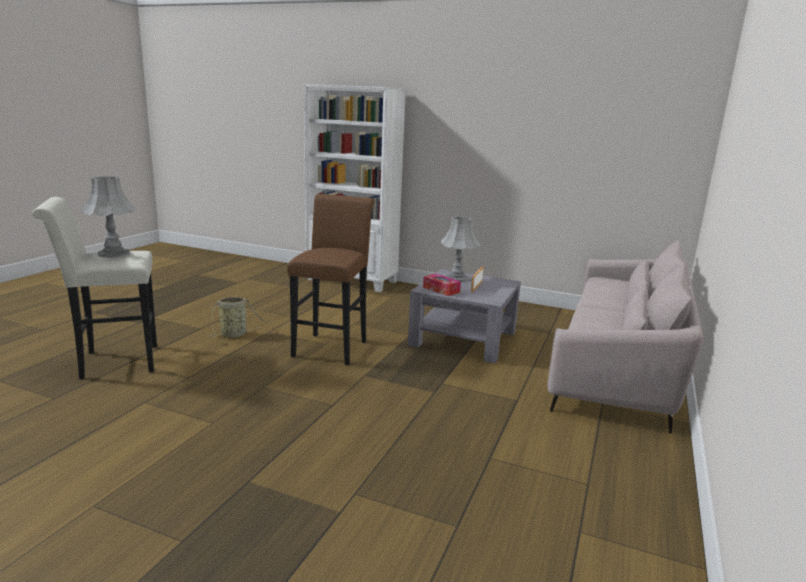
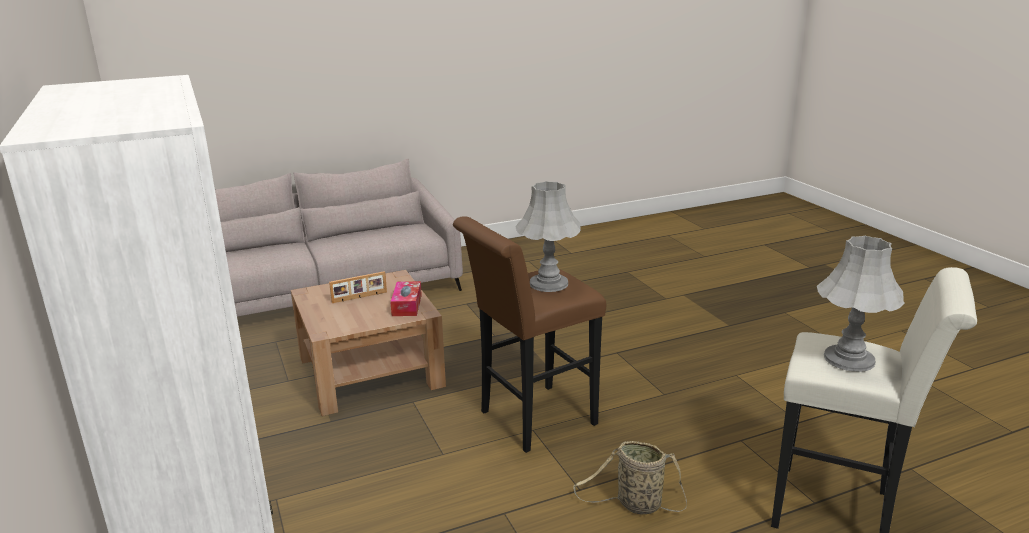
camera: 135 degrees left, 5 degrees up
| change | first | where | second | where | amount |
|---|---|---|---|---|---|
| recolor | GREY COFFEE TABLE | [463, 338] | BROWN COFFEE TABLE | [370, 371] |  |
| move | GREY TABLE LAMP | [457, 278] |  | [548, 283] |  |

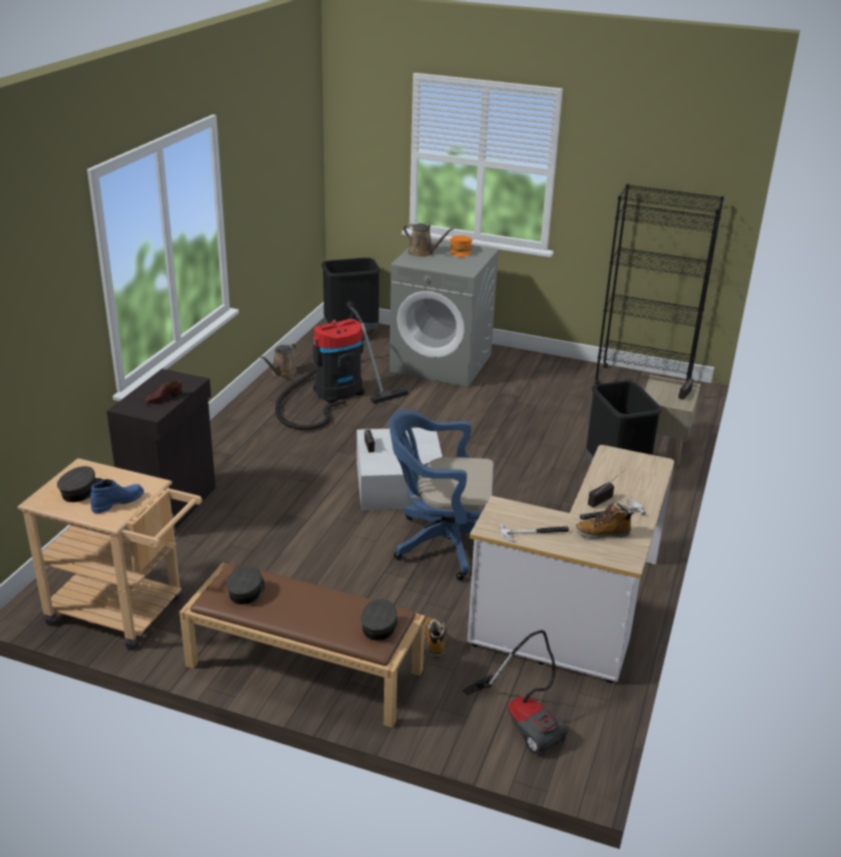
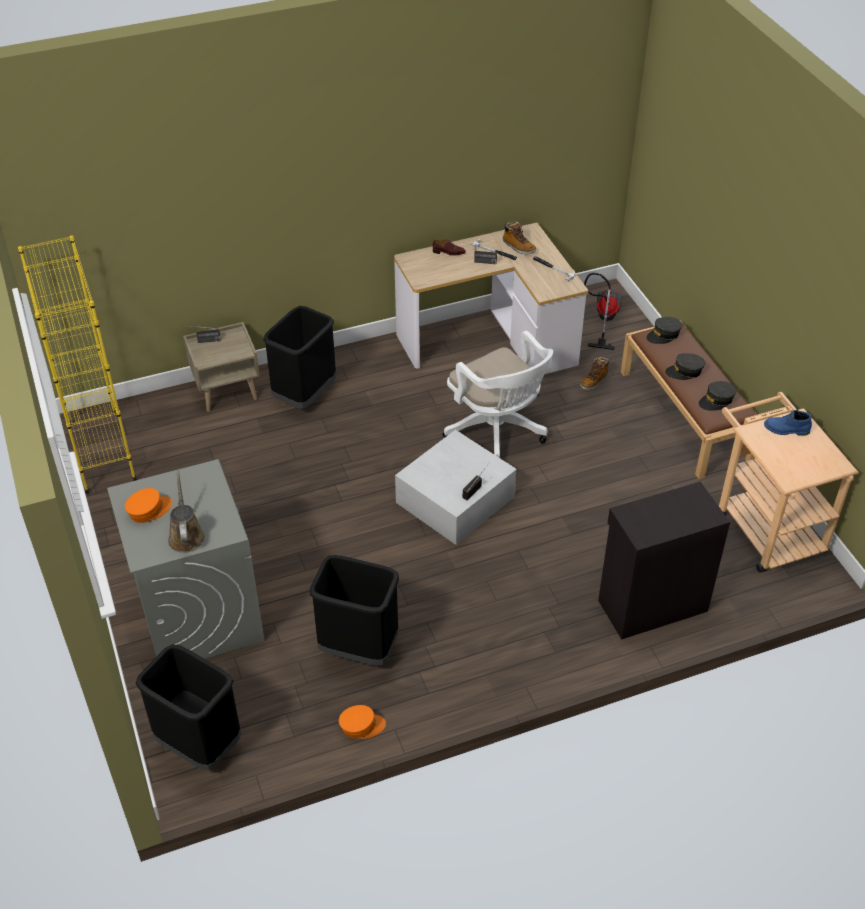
camera: 130 degrees left, 15 degrees up
| change | first | where | second | where | amount |
|---|---|---|---|---|---|
| move | GREY CAP | [82, 491] |  | [684, 371] |  |
| move | BROWN SHOE | [163, 398] |  | [449, 252] |  |
| replace | BROWN WATERING CAN | [282, 373] | ORANGE CAP | [361, 726] |  |
| replace | VACUUM CLEANER | [334, 394] | BLACK TRASH CAN | [358, 648] |  |
| recolor | BLUE OFFICE CHAIR | [442, 543] | WHITE OFFICE CHAIR | [498, 432] |  |
| recolor | BLACK BOOKCASE | [643, 383] | YELLOW BOOKCASE | [101, 452] |  |

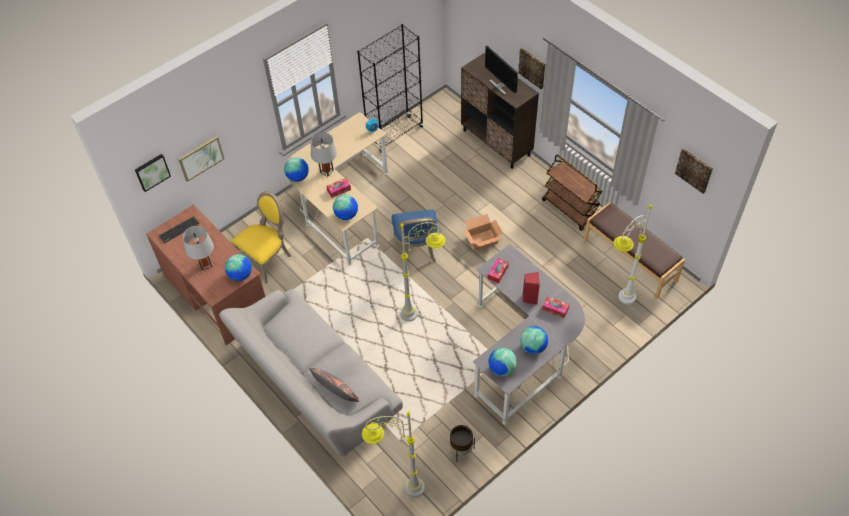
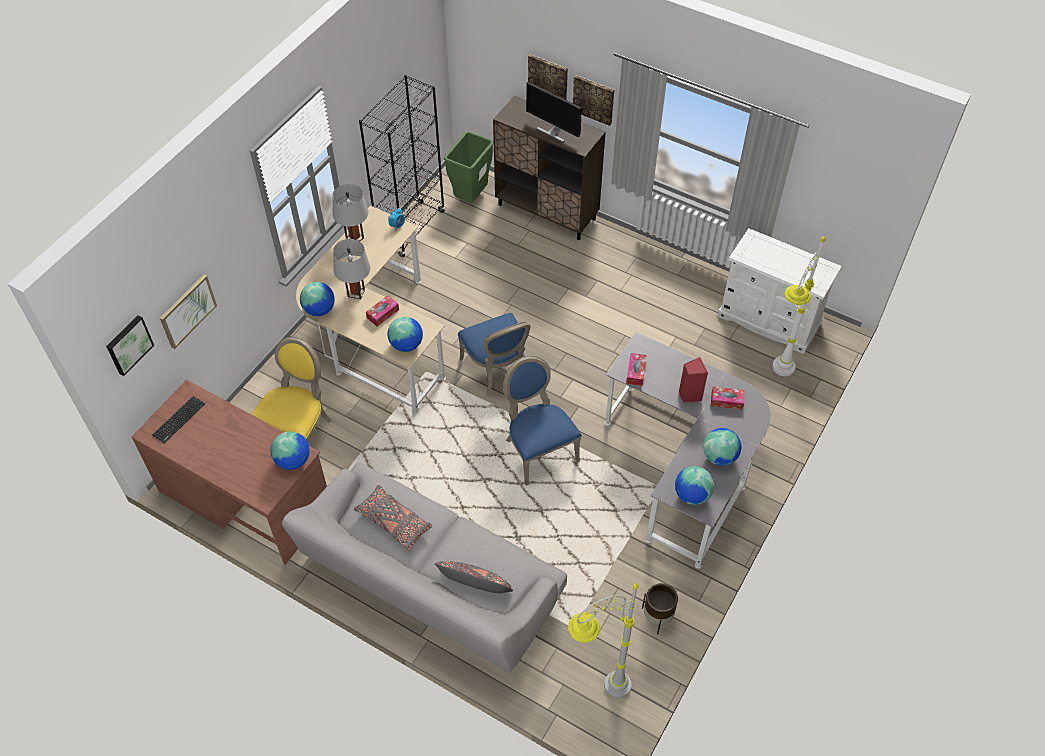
camera: 20 degrees left, 0 degrees up
| change | first | where | second | where | amount |
|---|---|---|---|---|---|
| move | GREY TABLE LAMP | [205, 264] |  | [355, 238] |  |
| replace | GREY FLOOR LAMP | [423, 312] | BLUE CHAIR | [538, 450] |  |
| delete | CARDBOARD BOX | [483, 240] |  |  |  |
| delete | BROWN CART | [570, 209] |  |  |  |
| replace | BROWN BENCH | [630, 260] | WHITE DRESSER | [769, 320] |  |
| move | PICTURE | [694, 169] |  | [548, 78] |  |
| insert |  |  | GREY PILLOW | [394, 522] |  |
| insert |  |  | GREEN TRASH CAN | [471, 197] |  |

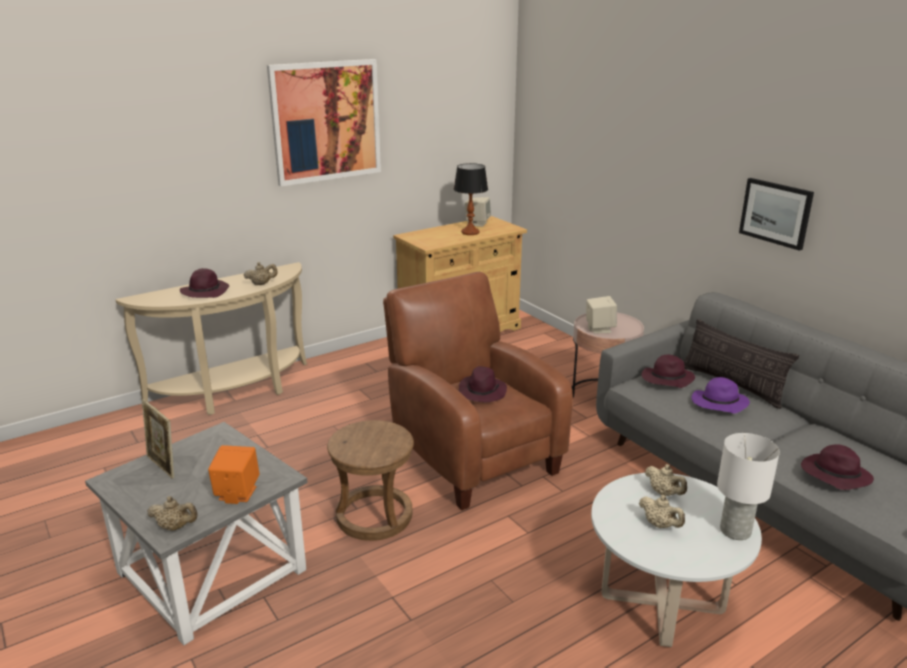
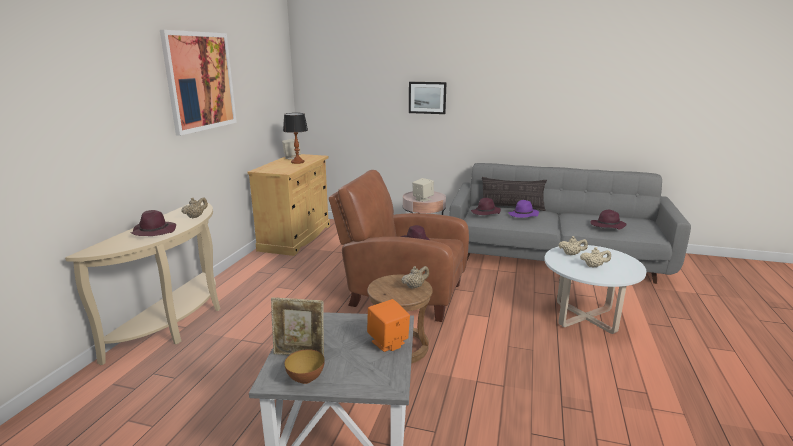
camera: 40 degrees left, 5 degrees down
| change | first | where | second | where | amount |
|---|---|---|---|---|---|
| move | BEIGE TEAPOT | [175, 527] |  | [415, 286] |  |
| delete | WHITE TABLE LAMP | [736, 531] |  |  |  |
| move | PICTURE | [776, 213] |  | [427, 97] |  |
| insert |  |  | BOWL | [306, 379] |  |

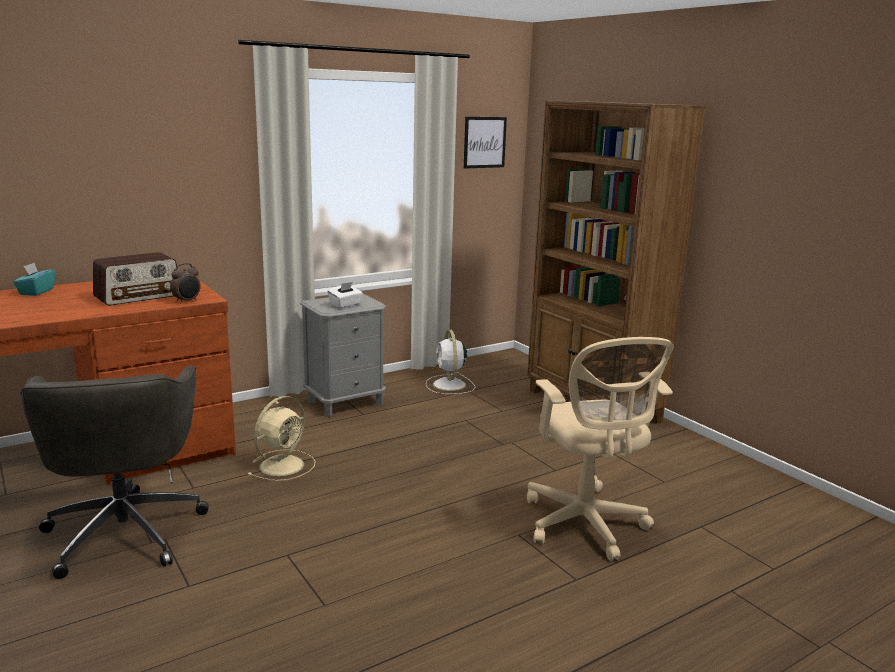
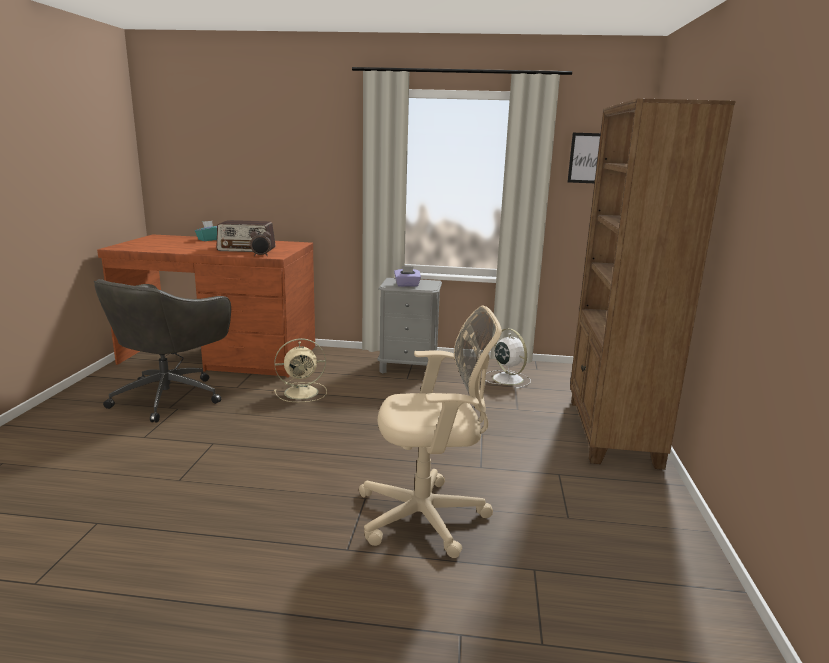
camera: 40 degrees right, 0 degrees up
| change | first | where | second | where | amount |
|---|---|---|---|---|---|
| recolor | WHITE TISSUE BOX | [345, 305] | PURPLE TISSUE BOX | [407, 285] |  |
| rotate | WHITE FAN | [449, 385] |  | [506, 378] | 120 degrees clockwise |
| rotate | BEIGE OFFICE CHAIR | [586, 525] |  | [428, 517] | 120 degrees counterclockwise |

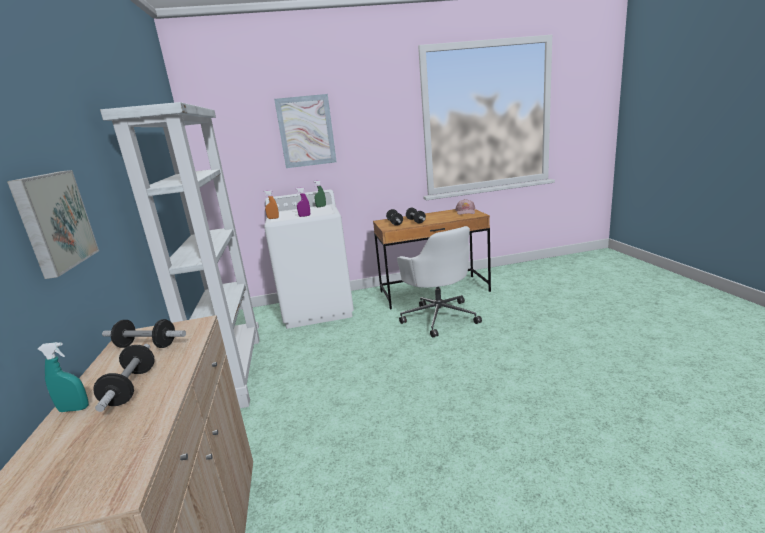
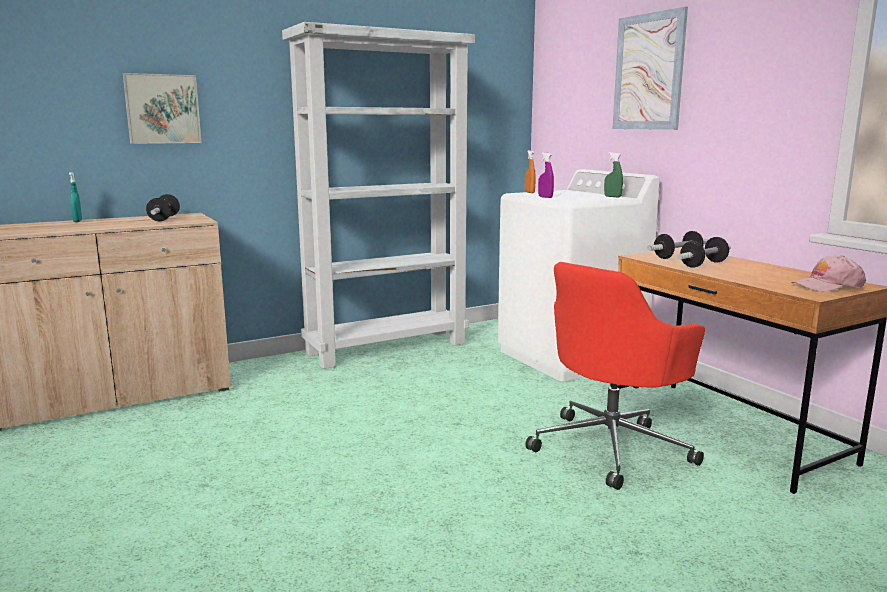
camera: 70 degrees right, 5 degrees down
| change | first | where | second | where | amount |
|---|---|---|---|---|---|
| delete | DUMBBELL | [131, 388] |  |  |  |
| recolor | WHITE OFFICE CHAIR | [439, 317] | RED OFFICE CHAIR | [612, 447] |  |

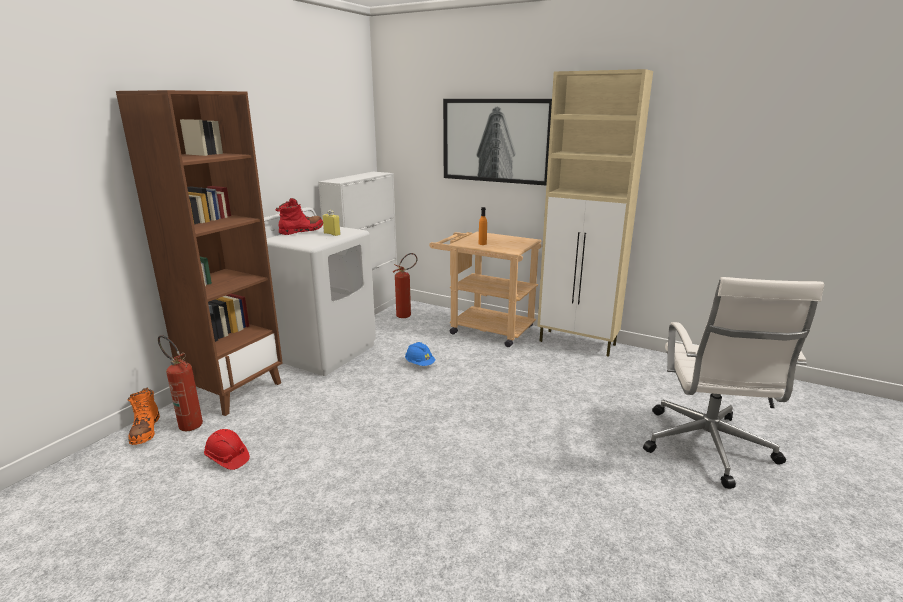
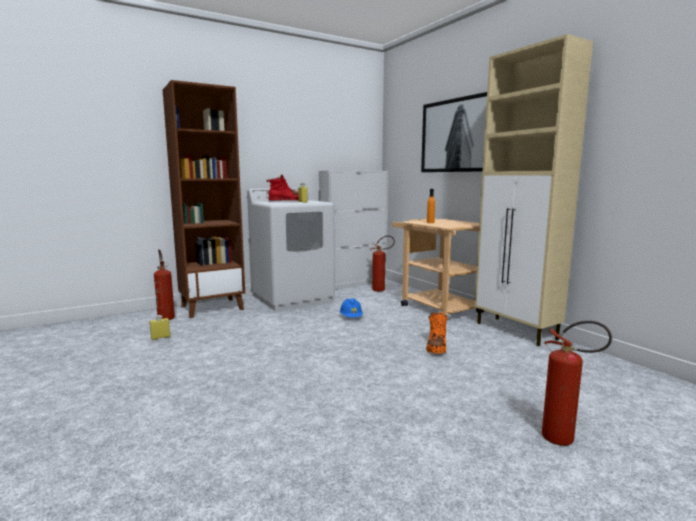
camera: 30 degrees right, 10 degrees down
| change | first | where | second | where | amount |
|---|---|---|---|---|---|
| move | ORANGE BOOT | [145, 431] |  | [436, 347] |  |
| replace | RED HARD HAT | [227, 458] | YELLOW BOTTLE | [160, 337] |  |
| replace | WHITE OFFICE CHAIR | [707, 448] | FIRE EXTINGUISHER | [565, 440] |  |

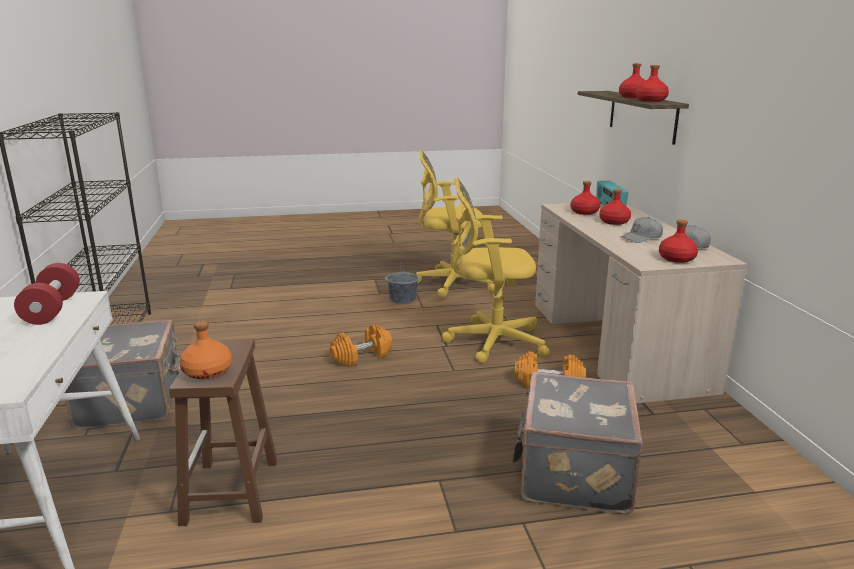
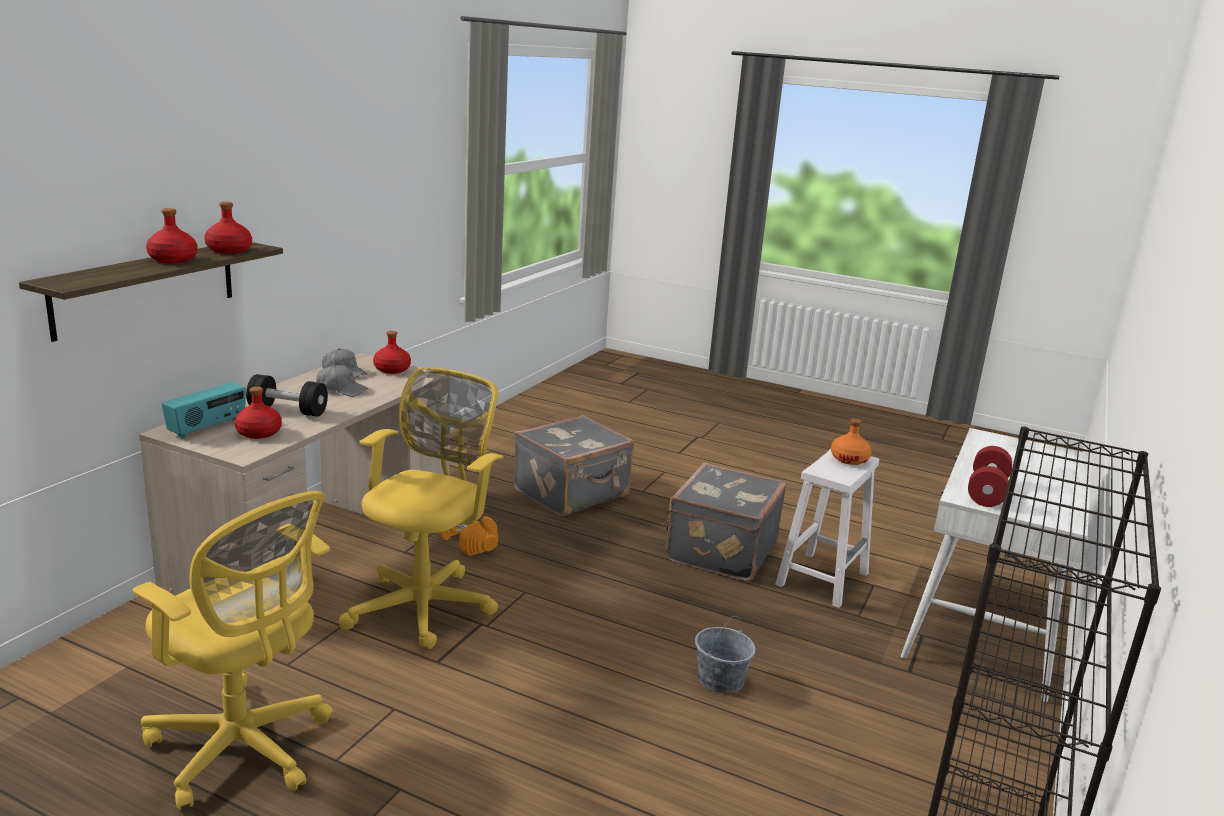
camera: 145 degrees left, 0 degrees up
| change | first | where | second | where | amount |
|---|---|---|---|---|---|
| move | GREY SUITCASE | [133, 401] |  | [719, 551] |  |
| recolor | BROWN STOOL | [231, 492] | WHITE STOOL | [822, 578] |  |
| delete | ORANGE DUMBBELL | [361, 356] |  |  |  |
| move | GREY BUCKET | [402, 299] |  | [720, 679] |  |
| rotate | YELLOW OFFICE CHAIR | [491, 341] |  | [425, 605] | 105 degrees counterclockwise |
| replace | RED BOTTLE | [614, 222] | BLACK DUMBBELL | [288, 411] |  |

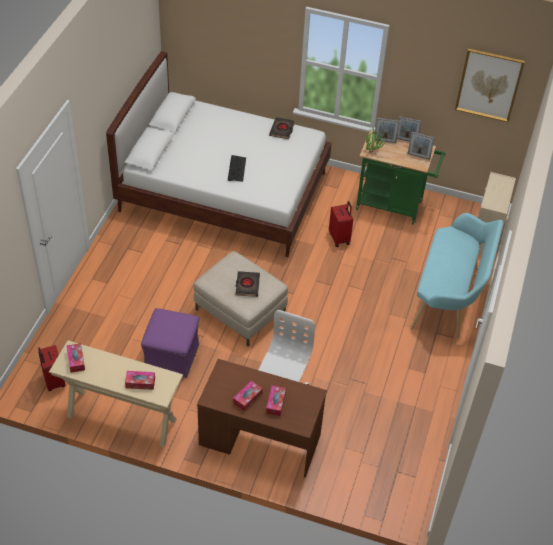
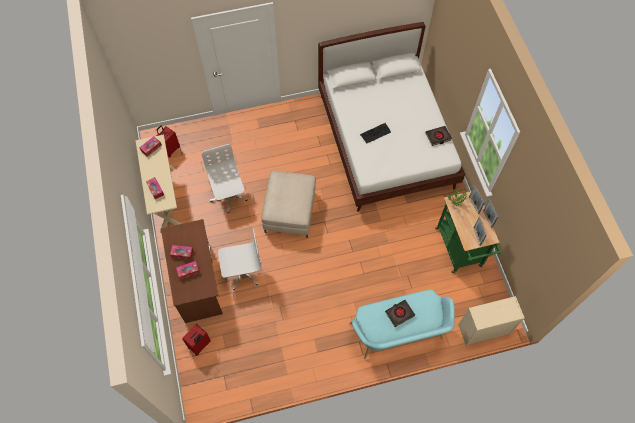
camera: 60 degrees right, 15 degrees up
| change | first | where | second | where | amount |
|---|---|---|---|---|---|
| replace | PURPLE OTTOMAN | [172, 355] | WHITE OFFICE CHAIR | [228, 196] |  |
| move | BLACK BOOK | [247, 285] |  | [399, 313] |  |
| move | RED SUITCASE | [339, 238] |  | [199, 345] |  |
| delete | PICTURE | [489, 85] |  |  |  |

